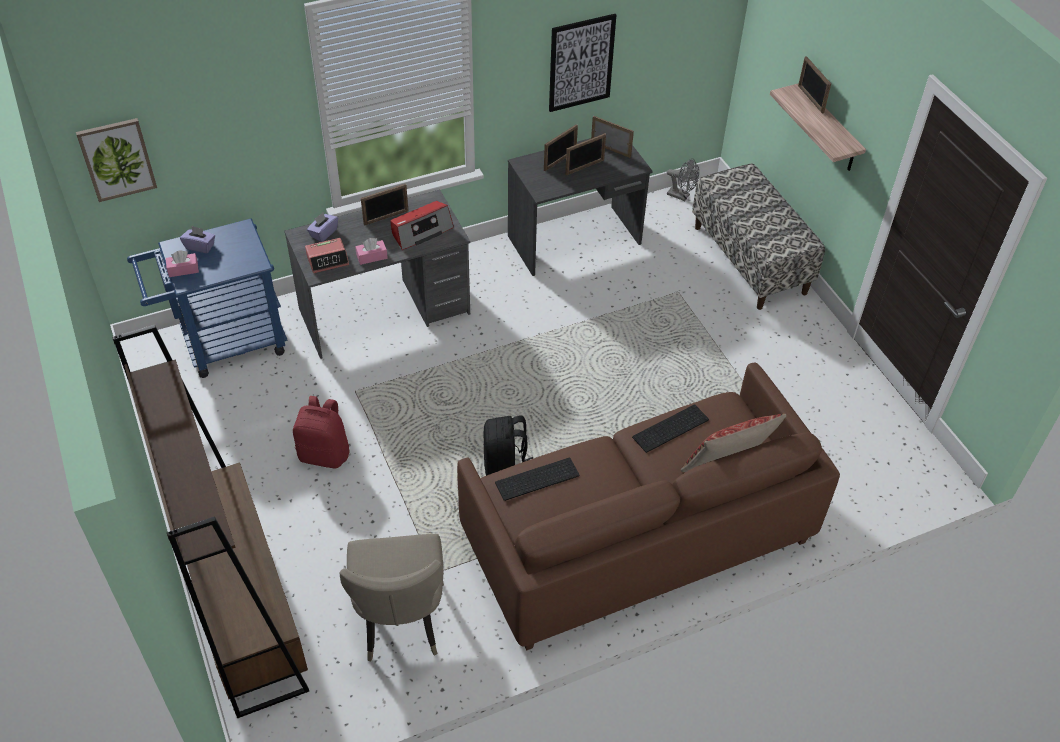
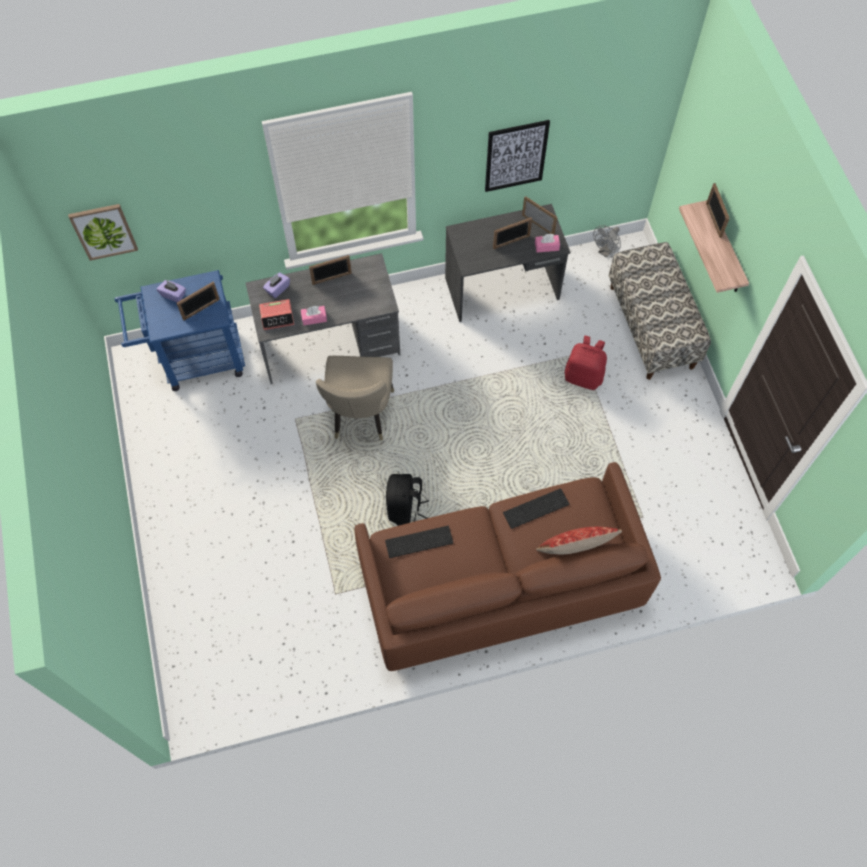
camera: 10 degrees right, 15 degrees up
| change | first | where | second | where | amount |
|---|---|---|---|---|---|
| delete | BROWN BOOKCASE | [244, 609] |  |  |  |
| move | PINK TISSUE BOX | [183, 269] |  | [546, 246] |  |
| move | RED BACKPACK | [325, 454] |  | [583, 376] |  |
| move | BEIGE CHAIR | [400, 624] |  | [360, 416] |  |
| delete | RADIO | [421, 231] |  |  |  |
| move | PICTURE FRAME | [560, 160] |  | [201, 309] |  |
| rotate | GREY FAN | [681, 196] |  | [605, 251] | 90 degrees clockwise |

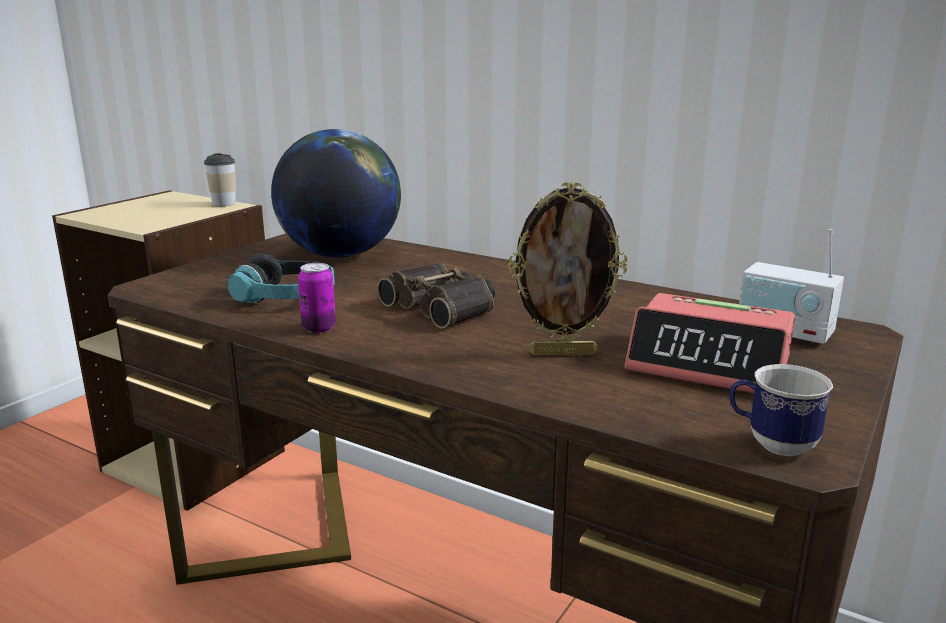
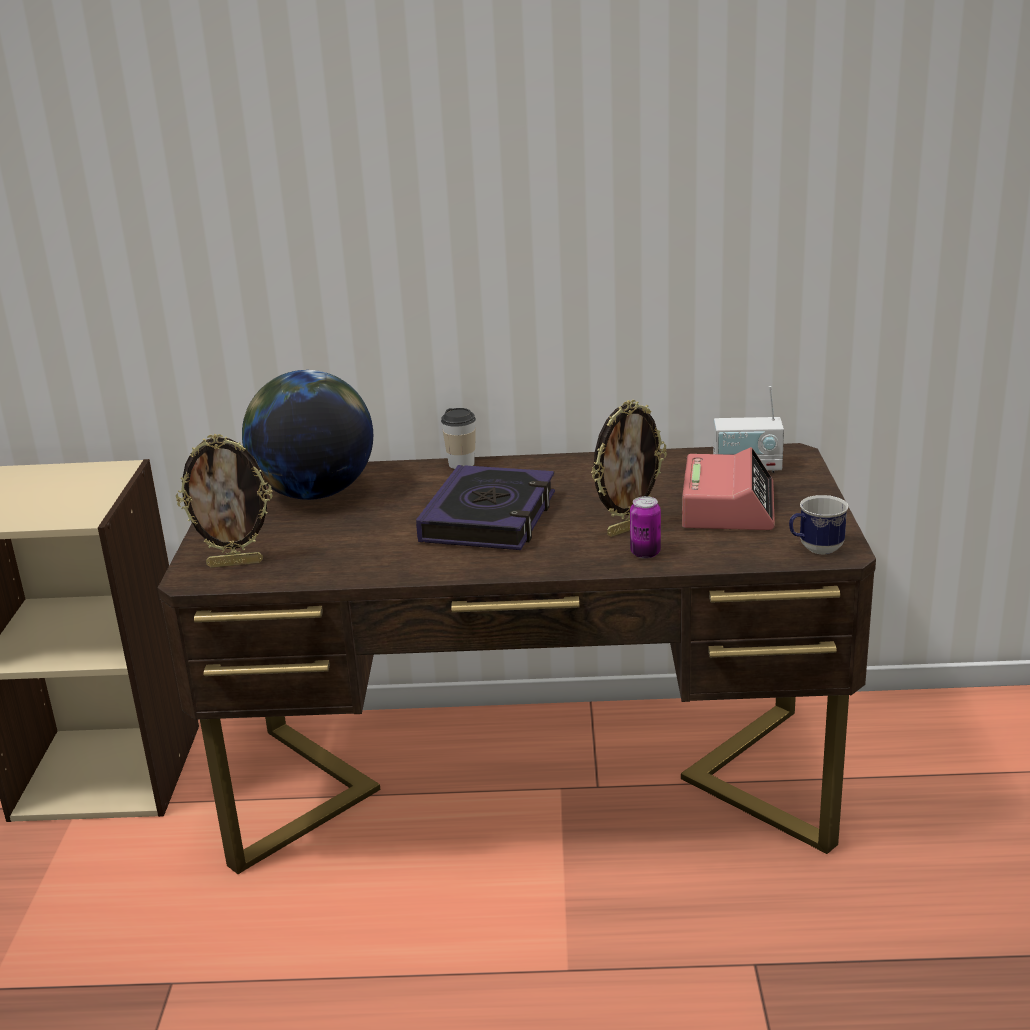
camera: 30 degrees left, 5 degrees up
| change | first | where | second | where | amount |
|---|---|---|---|---|---|
| move | CUP | [224, 203] |  | [461, 464] |  |
| delete | HEADPHONES | [286, 297] |  |  |  |
| move | CAN | [319, 328] |  | [645, 553] |  |
| replace | BINOCULARS | [443, 307] | BOOK | [489, 518] |  |
| rotate | ALARM CLOCK | [710, 364] |  | [728, 507] | 75 degrees counterclockwise |
| insert |  |  | PICTURE FRAME | [235, 563] |  |

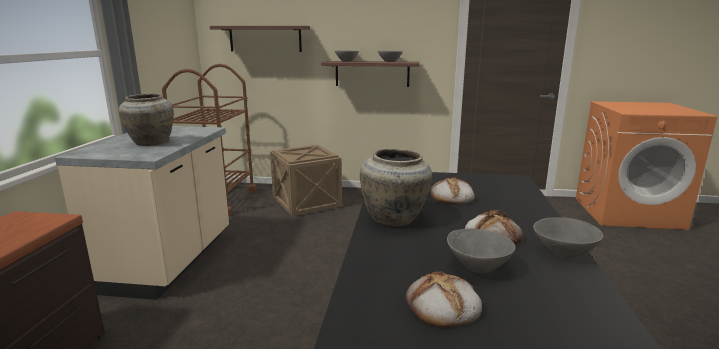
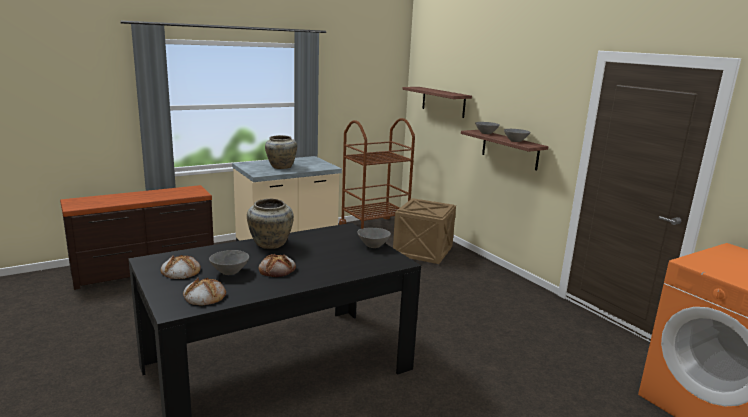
camera: 50 degrees right, 0 degrees up
| change | first | where | second | where | amount |
|---|---|---|---|---|---|
| move | BREAD | [451, 197] |  | [204, 296] |  |
| move | GREY BOWL | [562, 253] |  | [373, 245] |  |

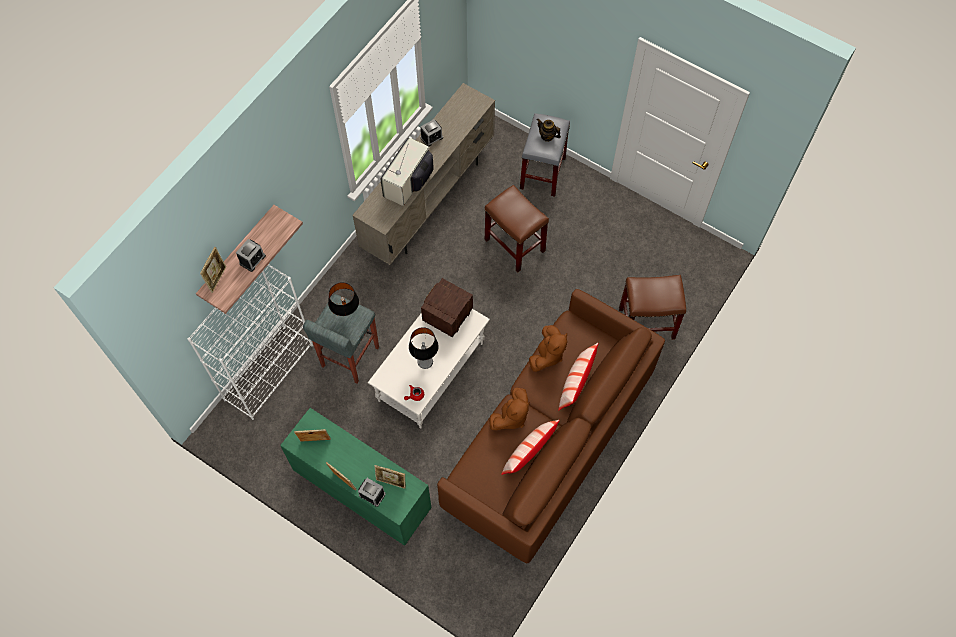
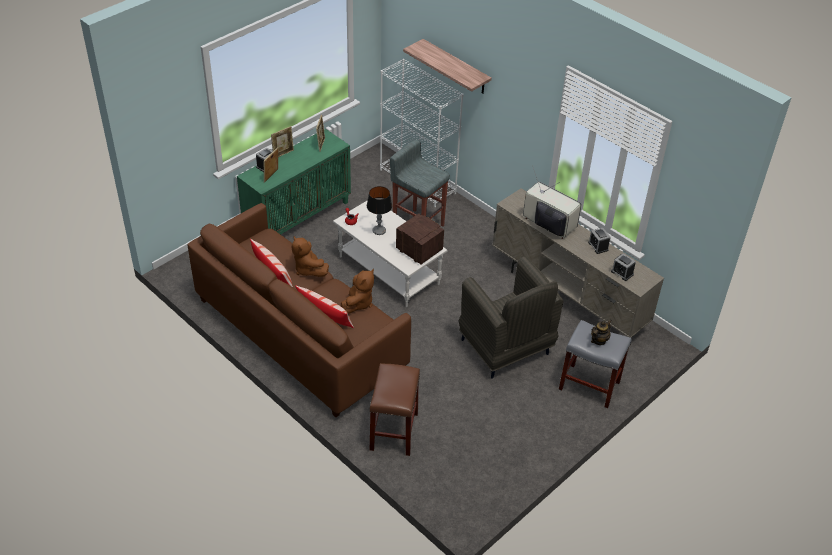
camera: 100 degrees right, 20 degrees down
| change | first | where | second | where | amount |
|---|---|---|---|---|---|
| delete | PICTURE FRAME | [217, 278] |  |  |  |
| move | ALARM CLOCK | [252, 259] |  | [622, 273] |  |
| delete | BLACK TABLE LAMP | [346, 314] |  |  |  |
| replace | BROWN STOOL | [515, 245] | GREY ARMCHAIR | [505, 348] |  |
| rotate | BROWN PLUSH TOY | [547, 355] |  | [358, 303] | 105 degrees counterclockwise |

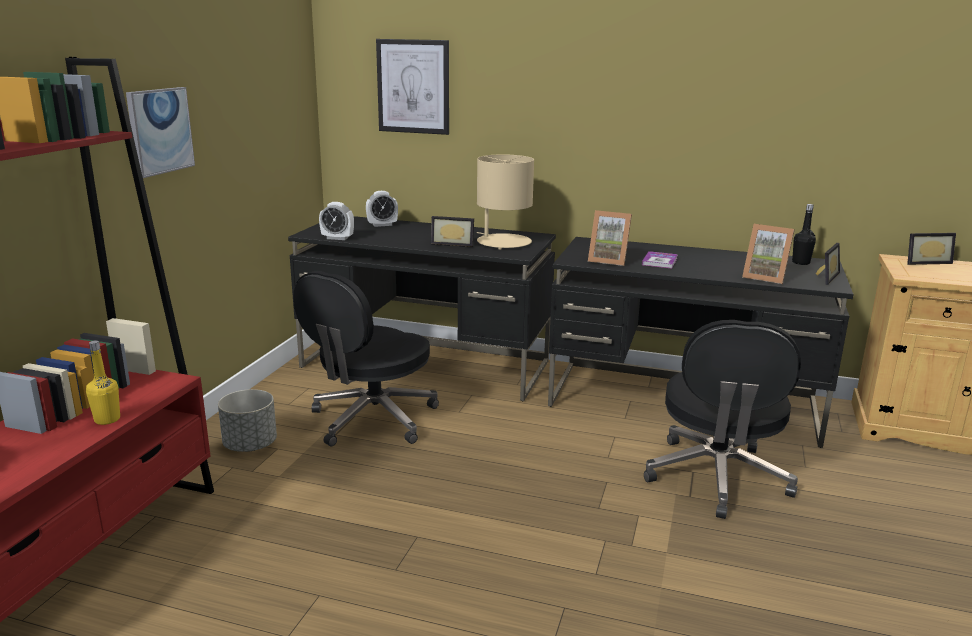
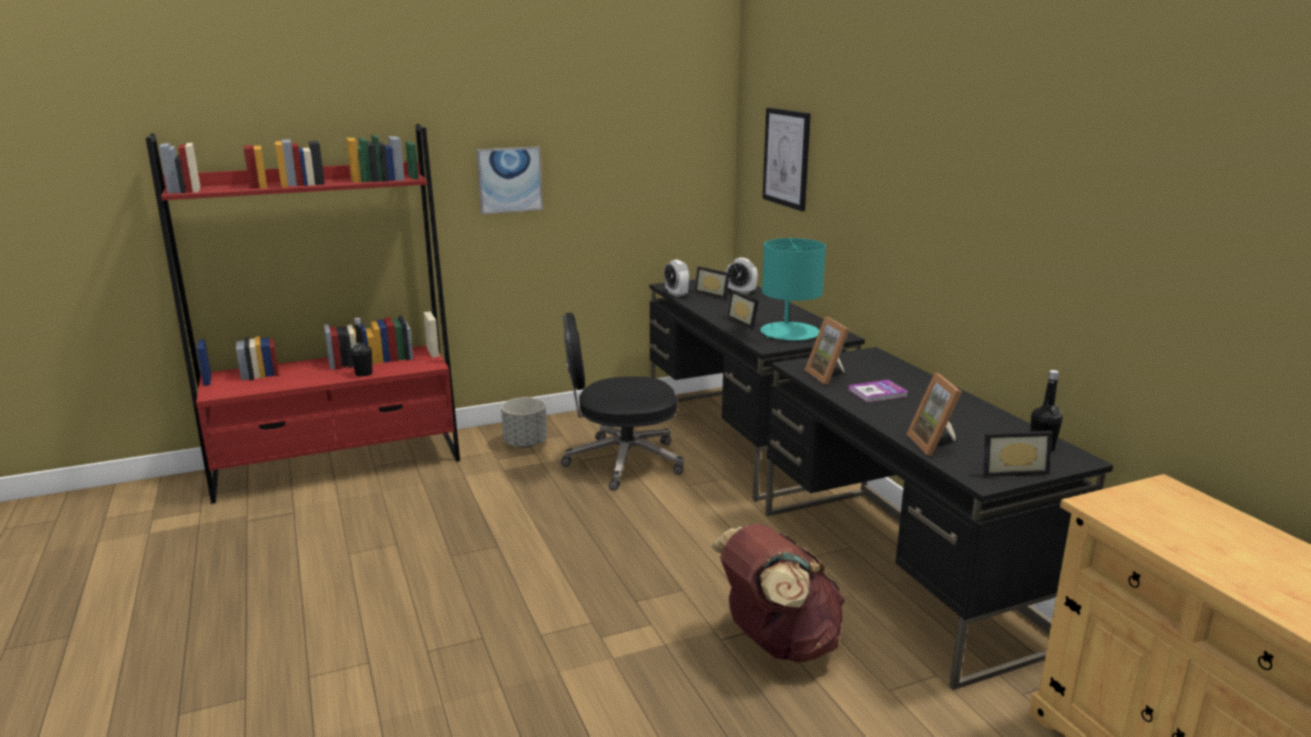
camera: 50 degrees right, 0 degrees up
| change | first | where | second | where | amount |
|---|---|---|---|---|---|
| recolor | YELLOW BOTTLE | [107, 419] | BLACK BOTTLE | [364, 374] |  |
| recolor | BEIGE TABLE LAMP | [503, 242] | TURQUOISE TABLE LAMP | [789, 333] |  |
| replace | BLACK OFFICE CHAIR | [716, 478] | BROWN BACKPACK | [777, 643] |  |
| move | PICTURE FRAME | [925, 262] |  | [714, 294] |  |

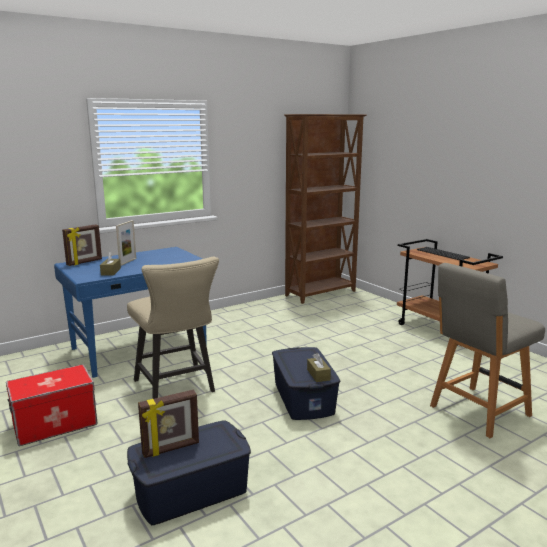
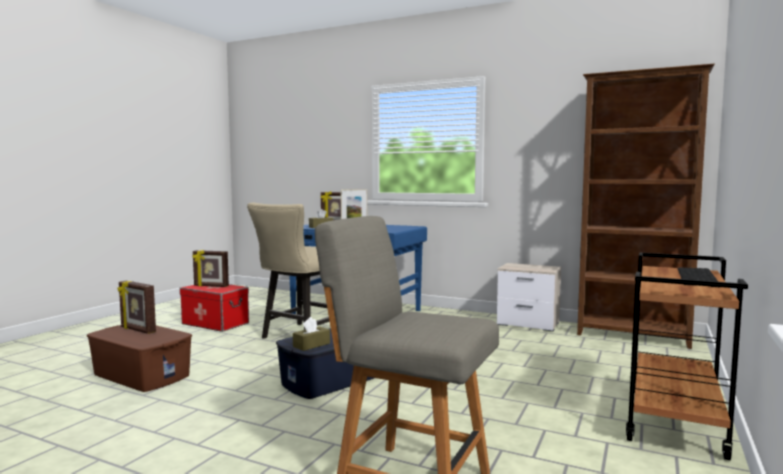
camera: 60 degrees right, 10 degrees down
| change | first | where | second | where | amount |
|---|---|---|---|---|---|
| recolor | BLUE STORAGE BOX | [190, 490] | BROWN STORAGE BOX | [142, 375] |  |
| insert |  |  | PICTURE FRAME | [211, 286] |  |
| insert |  |  | NIGHTSTAND | [529, 324] |  |

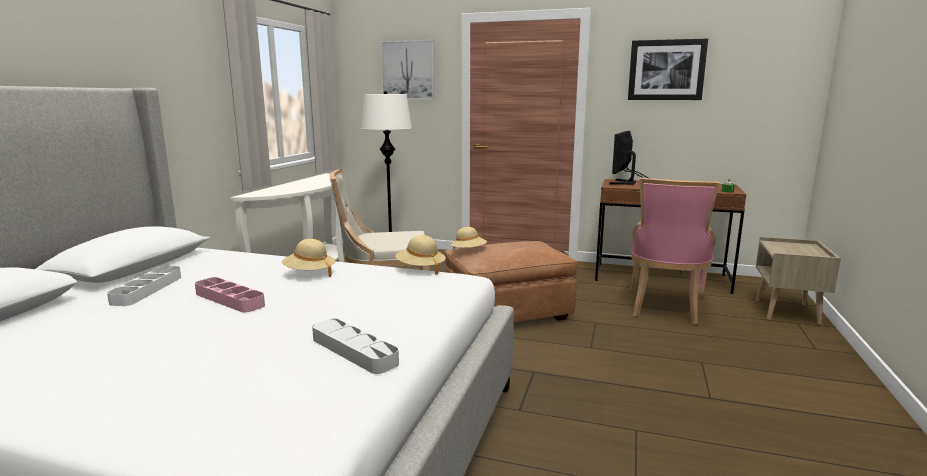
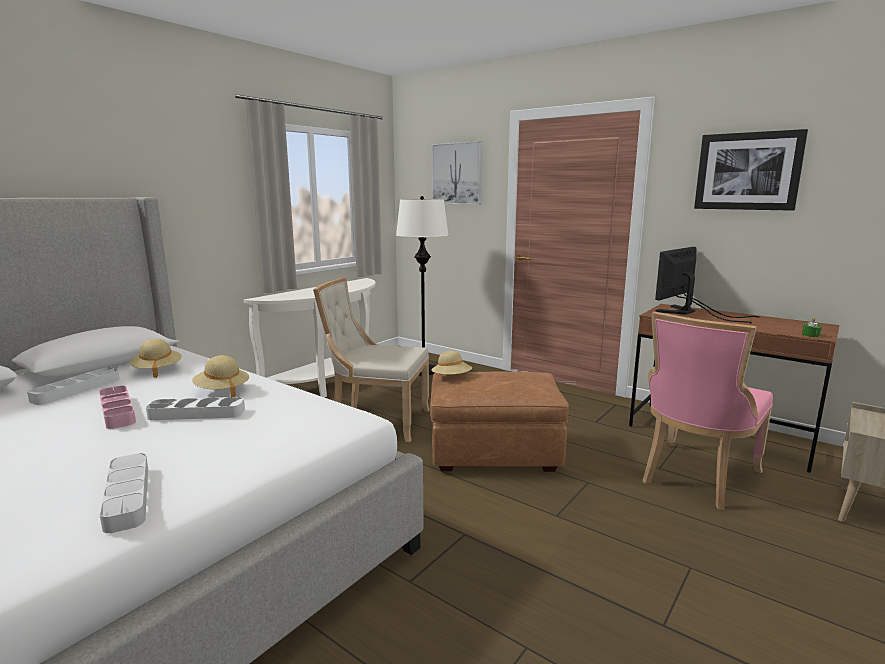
camera: 20 degrees right, 0 degrees up
| change | first | where | second | where | amount |
|---|---|---|---|---|---|
| move | BEIGE HAT | [420, 269] |  | [157, 370] |  |
| insert |  |  | WHITE TRAY | [197, 413] |  |

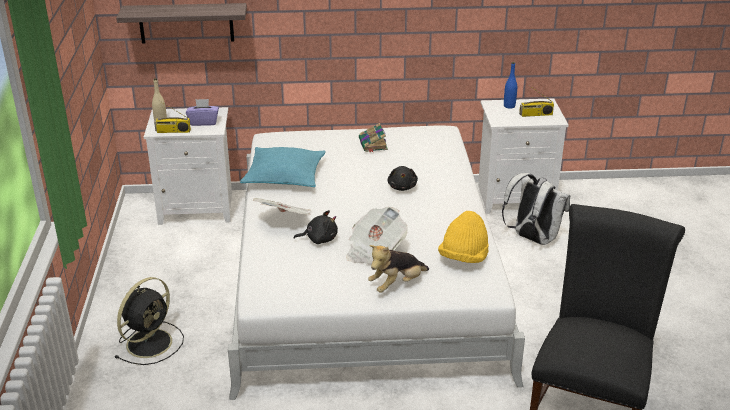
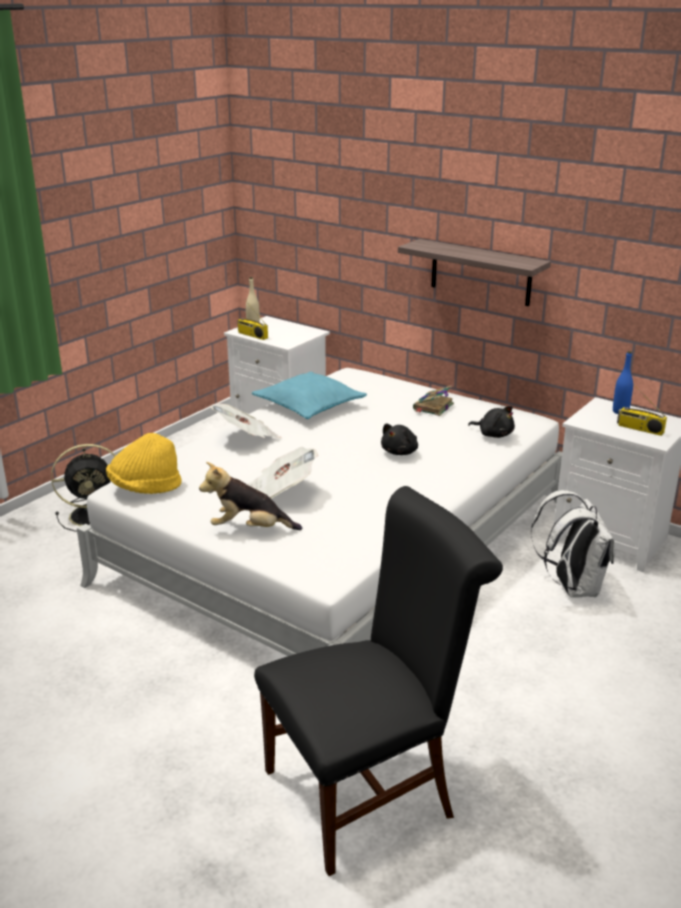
camera: 40 degrees right, 5 degrees down
| change | first | where | second | where | amount |
|---|---|---|---|---|---|
| move | SHELF | [186, 23] |  | [480, 272] |  |
| delete | PURPLE TISSUE BOX | [203, 122] |  |  |  |
| move | BLACK PLUSH TOY | [319, 239] |  | [494, 434] |  |
| move | YELLOW HAT | [463, 258] |  | [145, 488] |  |

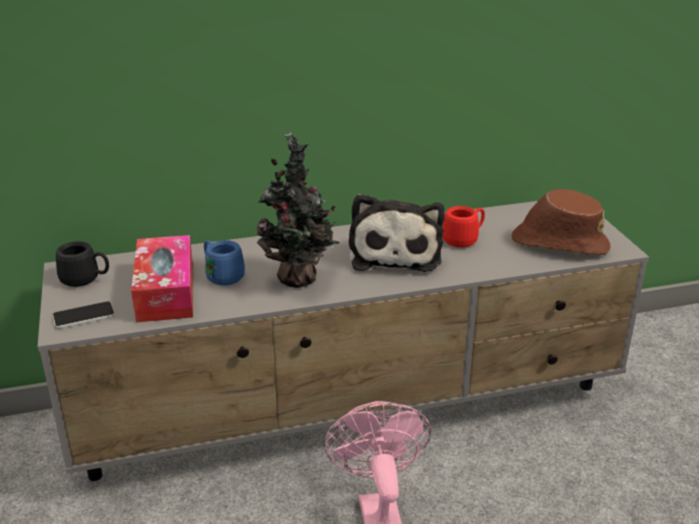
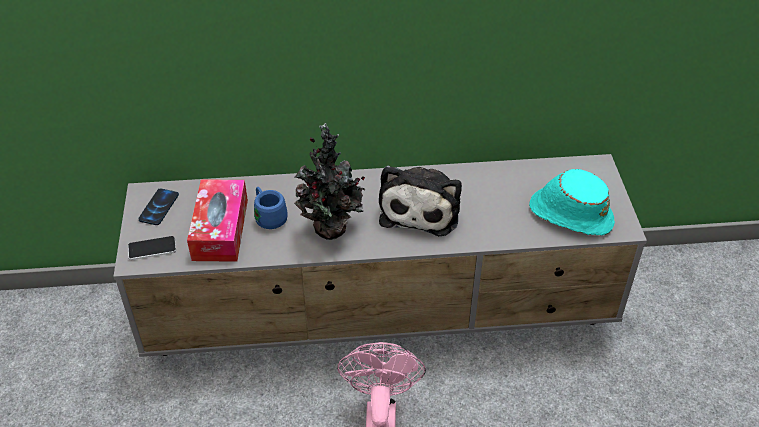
camera: 10 degrees right, 15 degrees up
| change | first | where | second | where | amount |
|---|---|---|---|---|---|
| replace | BLACK MUG | [86, 279] | PHONE | [158, 207] |  |
| delete | RED MUG | [464, 239] |  |  |  |
| recolor | BROWN HAT | [558, 243] | TURQUOISE HAT | [570, 214] |  |

